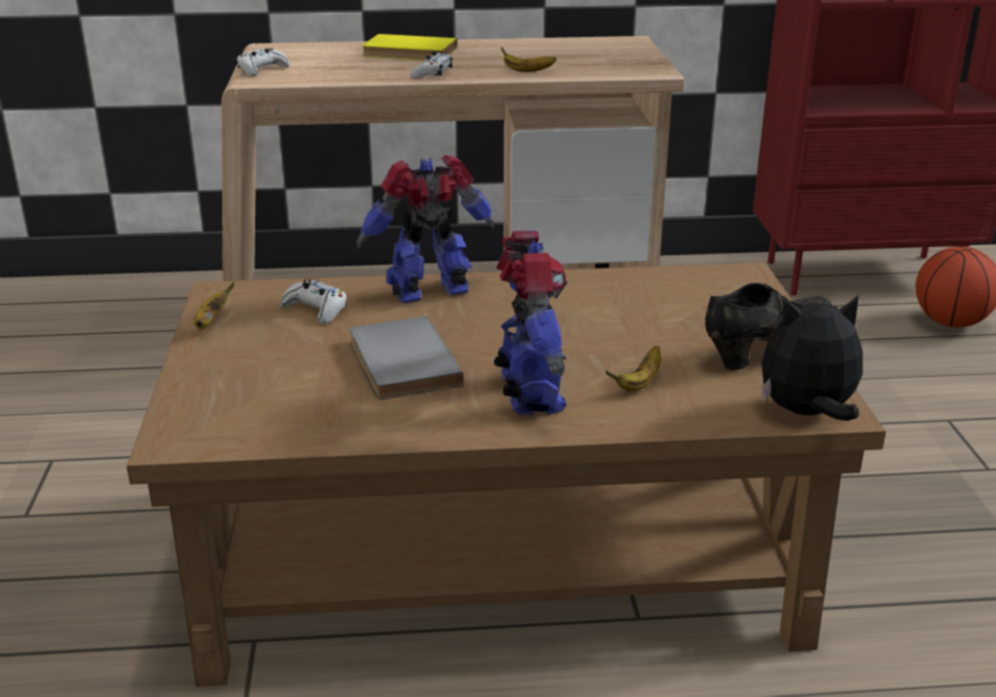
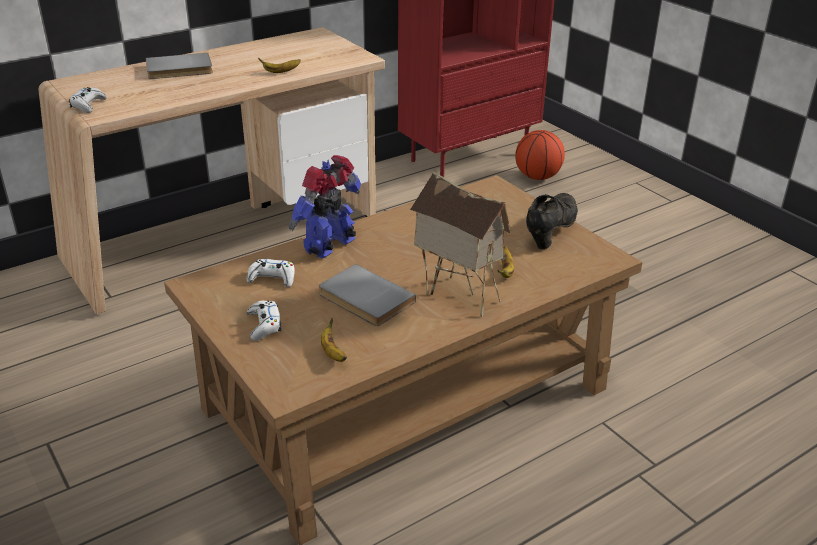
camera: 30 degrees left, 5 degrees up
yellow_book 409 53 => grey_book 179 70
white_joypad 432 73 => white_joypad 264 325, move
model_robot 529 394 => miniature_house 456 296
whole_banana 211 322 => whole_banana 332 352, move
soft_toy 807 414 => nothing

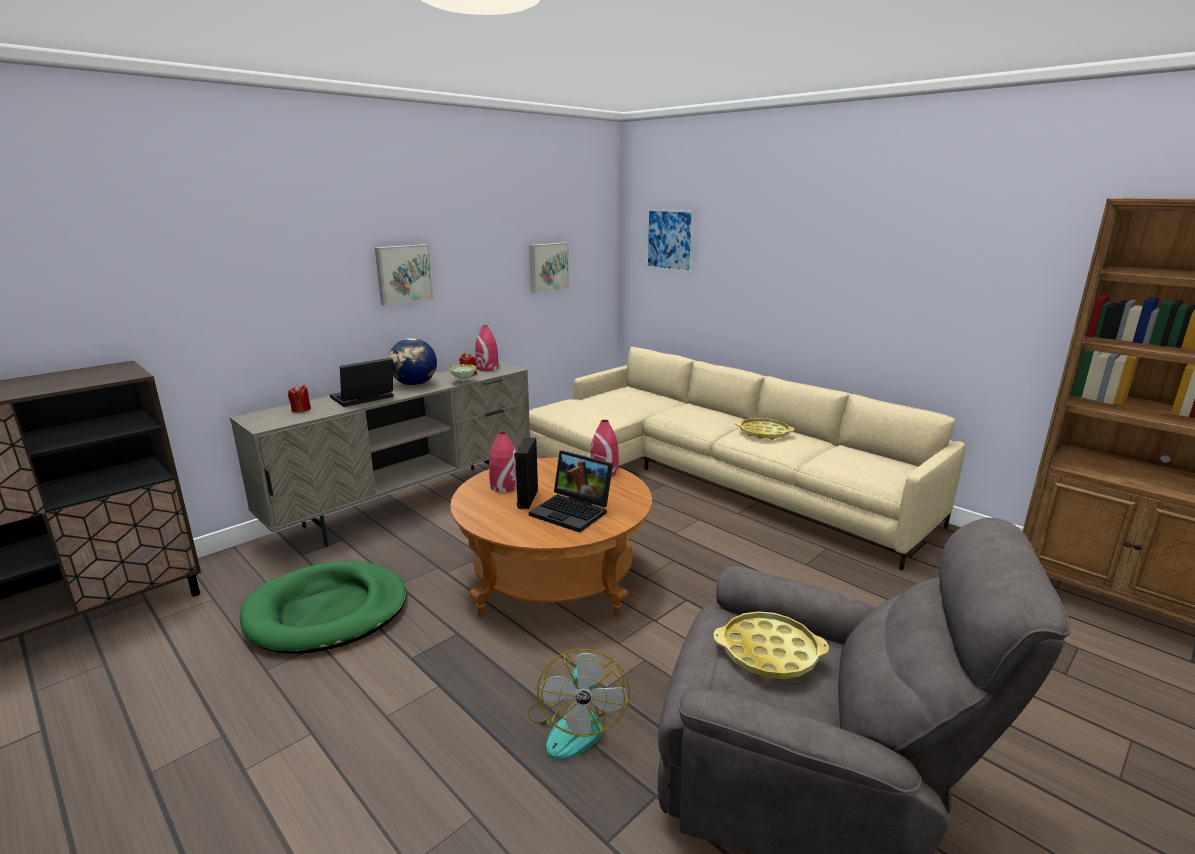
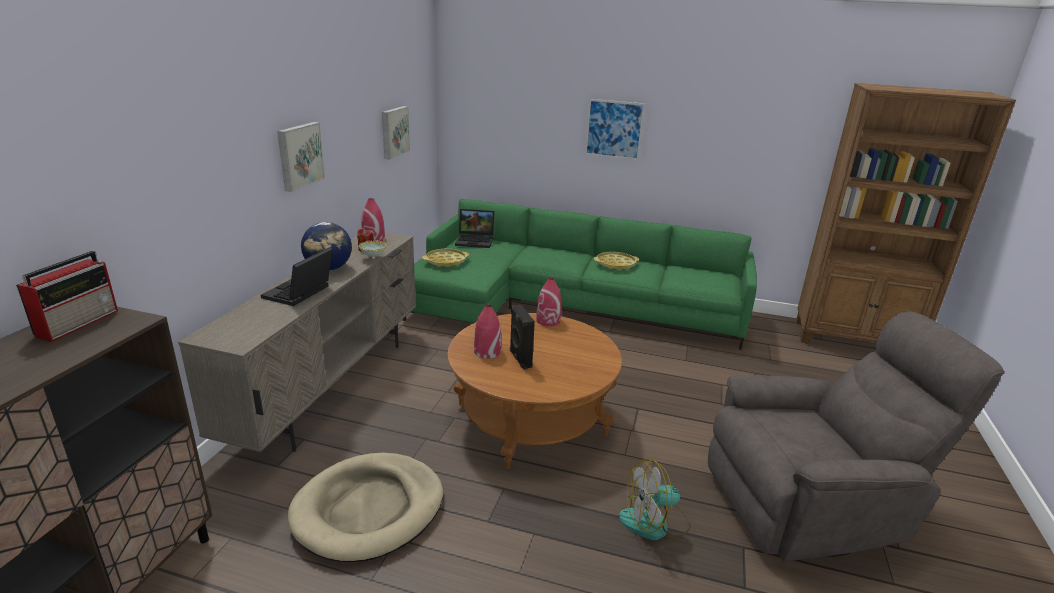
camera: 30 degrees left, 5 degrees up
wall_art 669 240 => wall_art 614 129, move
beige_sofa 709 478 => green-coloured_sofa 564 307
reddish_wax_candle 301 410 => nothing
laptop 573 511 => laptop 476 241, move
green-coloured_dog_bed 327 612 => beige_dog_bed 369 510
yellow_carrying_tray 769 652 => yellow_carrying_tray 446 261, move
fan 575 724 => fan 654 523, 105 degrees clockwise
nothing => radio_receiver 79 322

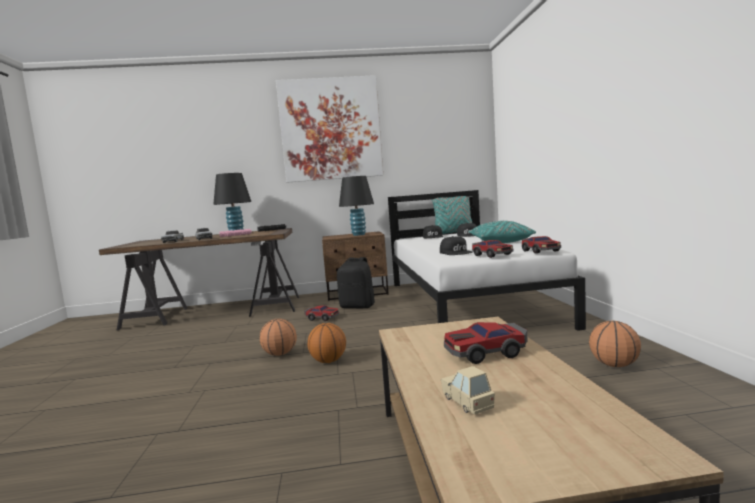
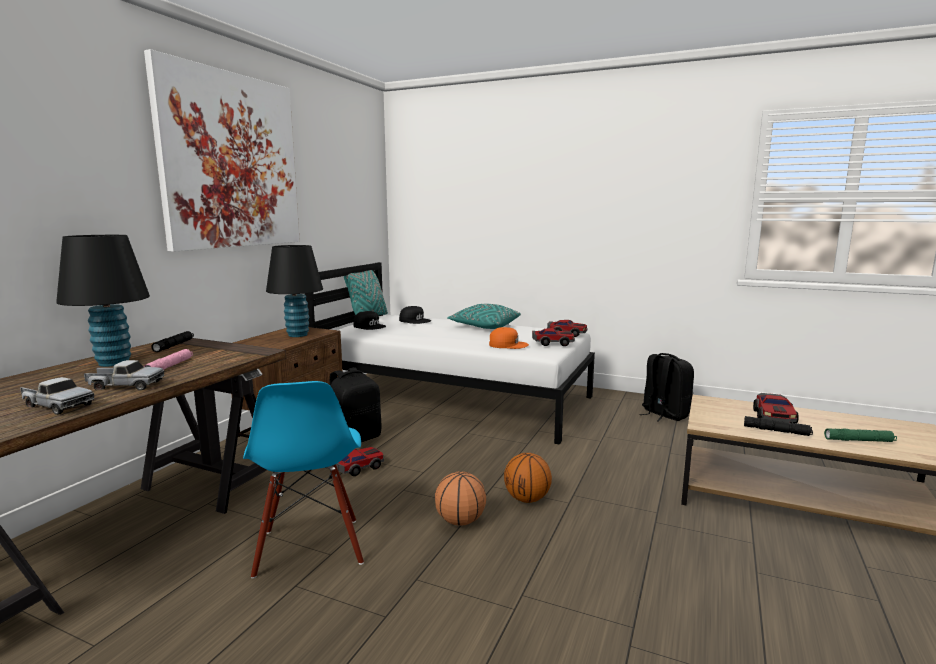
camera: 60 degrees left, 5 degrees up
black-coloured_baseball_cap 456 252 => orange-coloured_baseball_cap 508 344
basketball_ball 614 365 => black-coloured_knapsack 664 414
beige_miniature_car 467 402 => green-coloured_torch 859 440
nothing => blue-coloured_plain_chair 310 547
nothing => black-coloured_torch 776 431

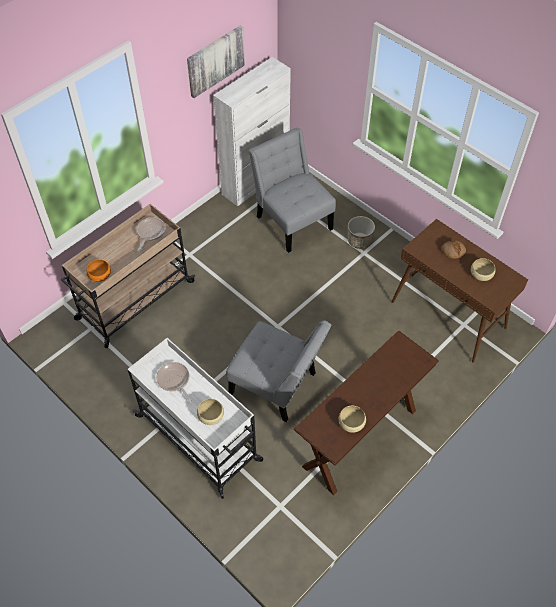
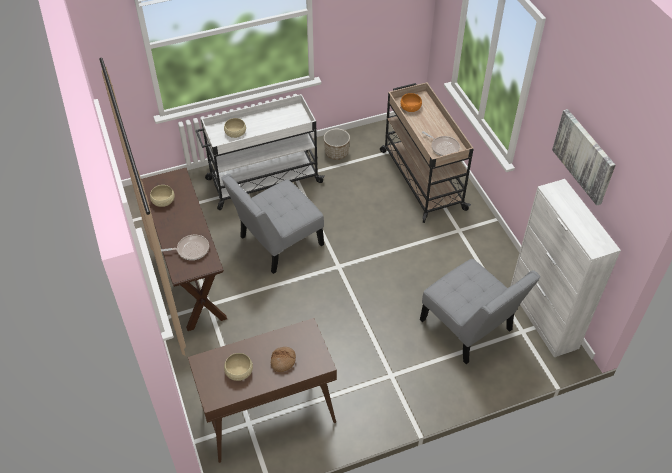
camera: 115 degrees right, 5 degrees down
grey_plain_chair 292 220 => grey_plain_chair 469 329, 60 degrees clockwise
plant_pot 359 241 => plant_pot 336 153, move
frying_pan 174 380 => frying_pan 191 249, move

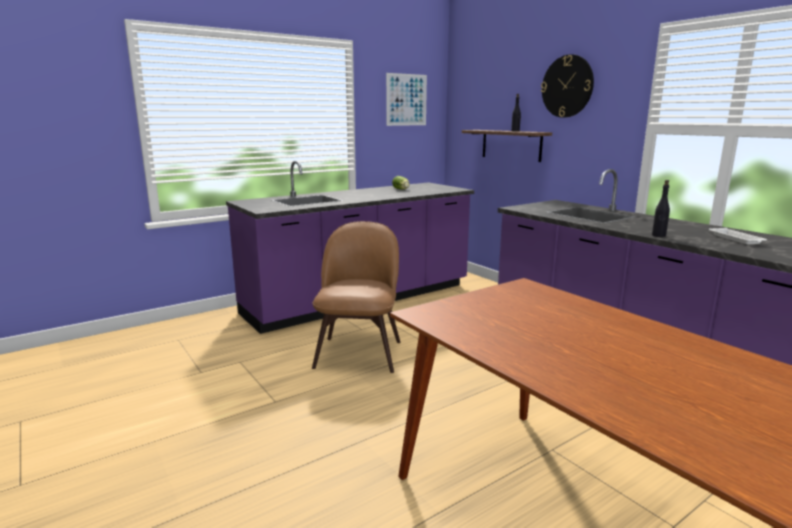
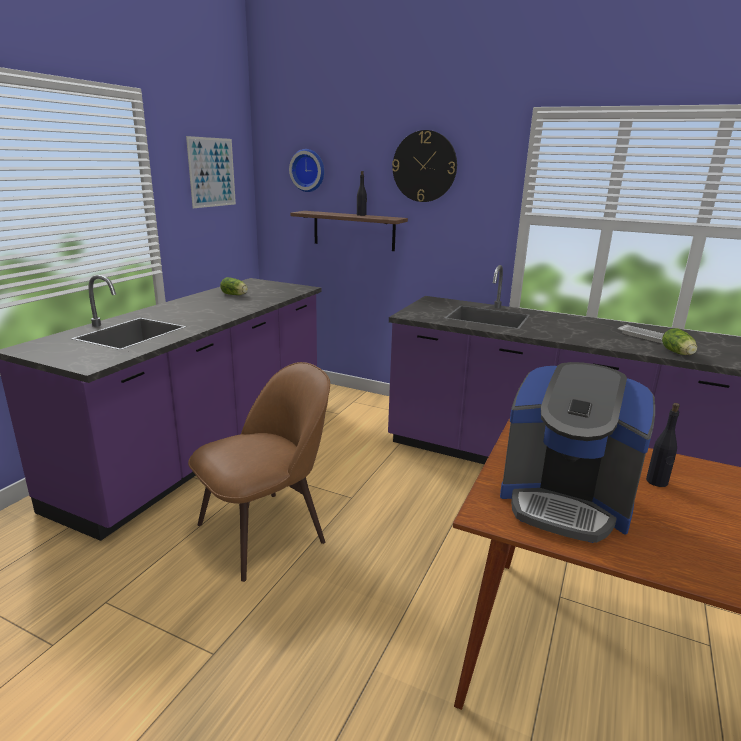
camera: 30 degrees left, 5 degrees up
black-coloured_beverage_bottle 658 235 => black-coloured_beverage_bottle 657 482, move
brown_plain_chair 359 352 => brown_plain_chair 266 530, 75 degrees clockwise
nothing => wall_clock 308 170
nothing => lettuce_head 678 353
nothing => coffee_machine 565 502

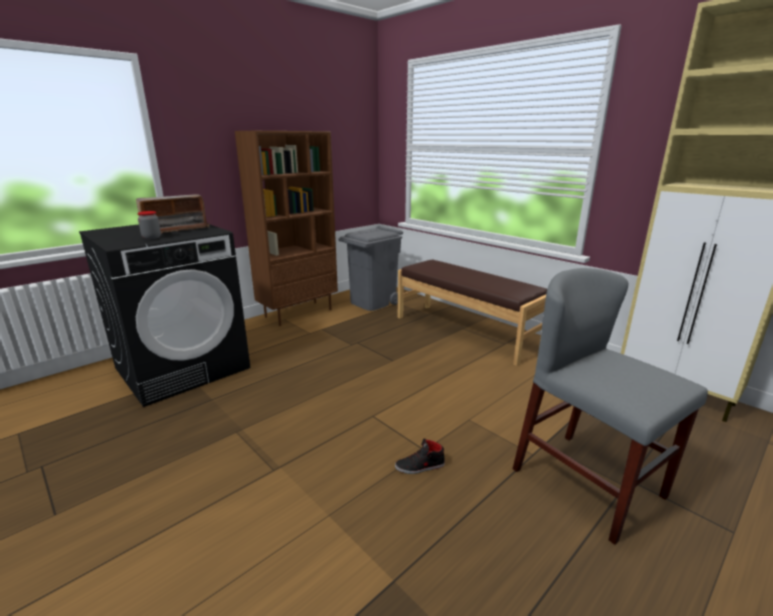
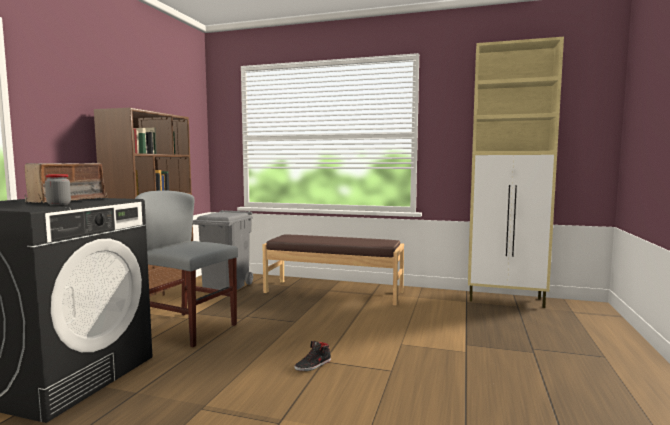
camera: 30 degrees left, 15 degrees down
grey_plain_chair 587 483 => grey_plain_chair 188 329, move
black-coloured_item_of_footwear 420 466 => black-coloured_item_of_footwear 313 365, move

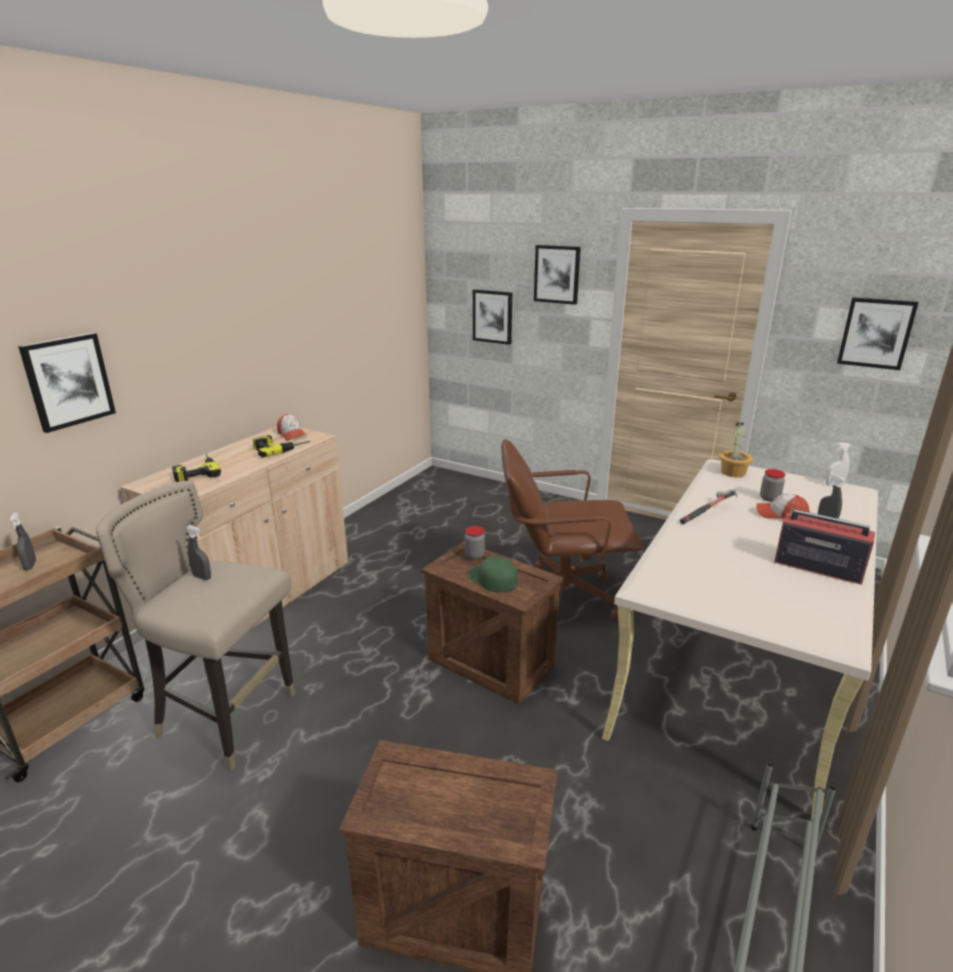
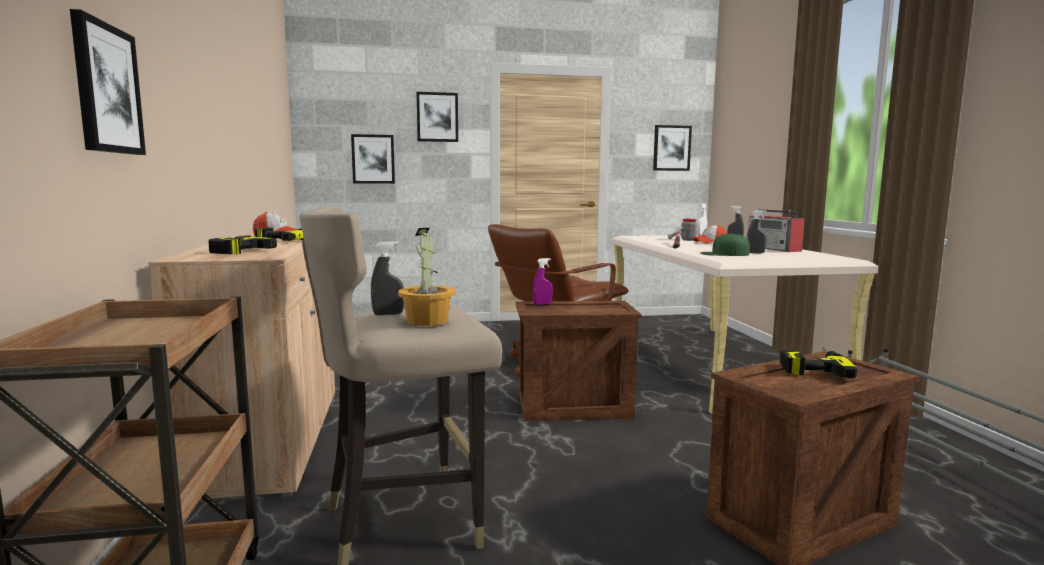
camera: 40 degrees left, 15 degrees down
houseplant 733 473 => houseplant 427 321, move
radio_receiver 816 567 => radio_receiver 774 249, 105 degrees counterclockwise
grey_spray_bottle 30 566 => grey_spray_bottle 755 253, move
preserve_jar 474 555 => purple-coloured_spray_bottle 542 304
green-coloured_baseball_cap 492 579 => green-coloured_baseball_cap 724 254, move
nothing => power_drill 811 366

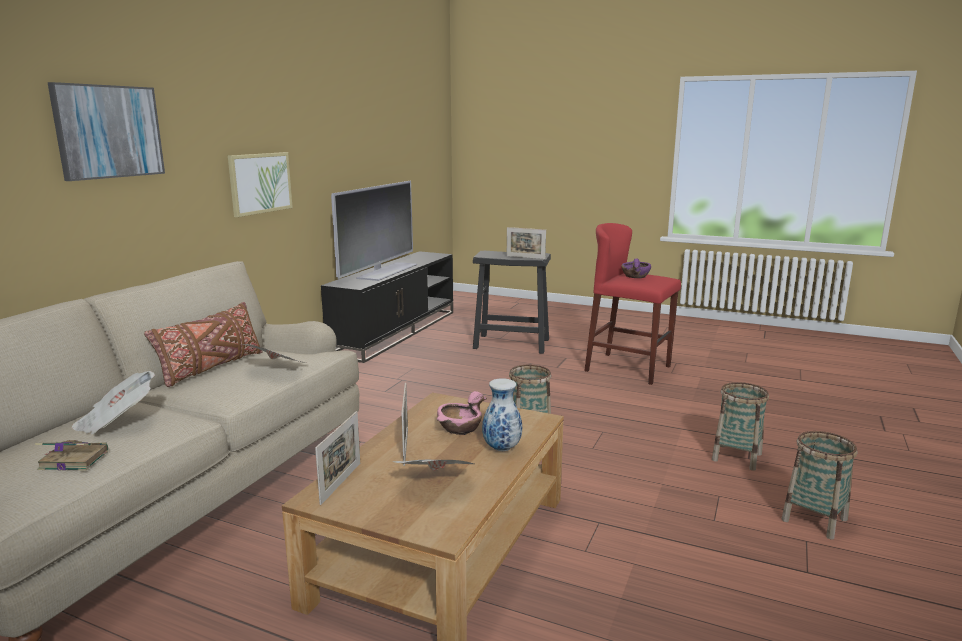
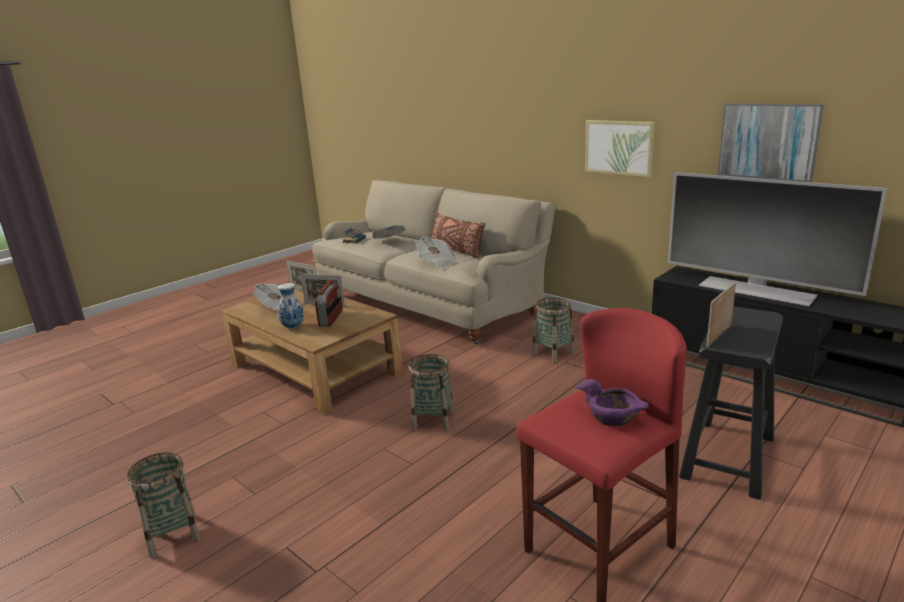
camera: 110 degrees right, 5 degrees up
wall_art 108 131 => wall_art 768 141, move
basket 736 457 => basket 553 353, move
pink_deep_dish 460 428 => radio_receiver 331 318

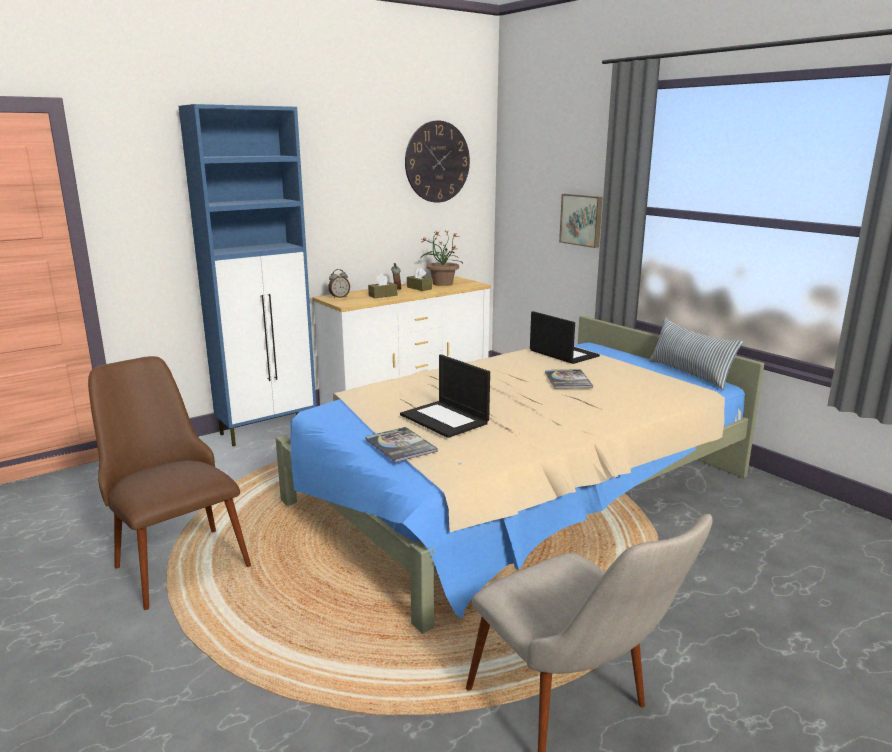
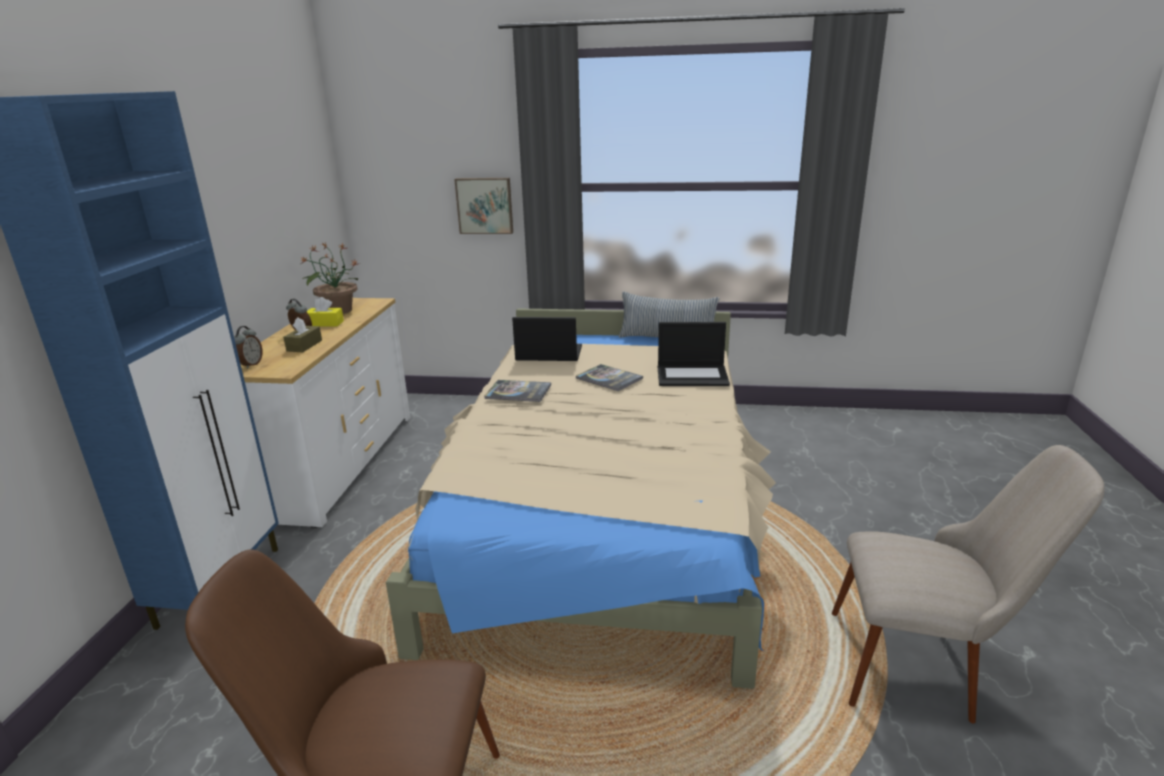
camera: 45 degrees left, 5 degrees up
wall_clock 437 162 => nothing
brown_tissue_box 419 288 => yellow_tissue_box 325 323
laptop 445 419 => laptop 693 376, move
book 400 445 => book 518 392, move

